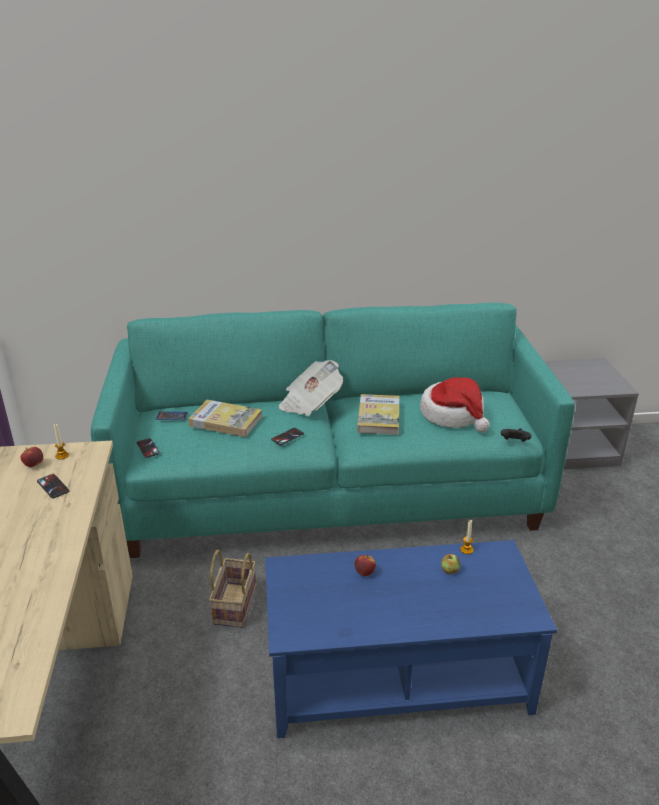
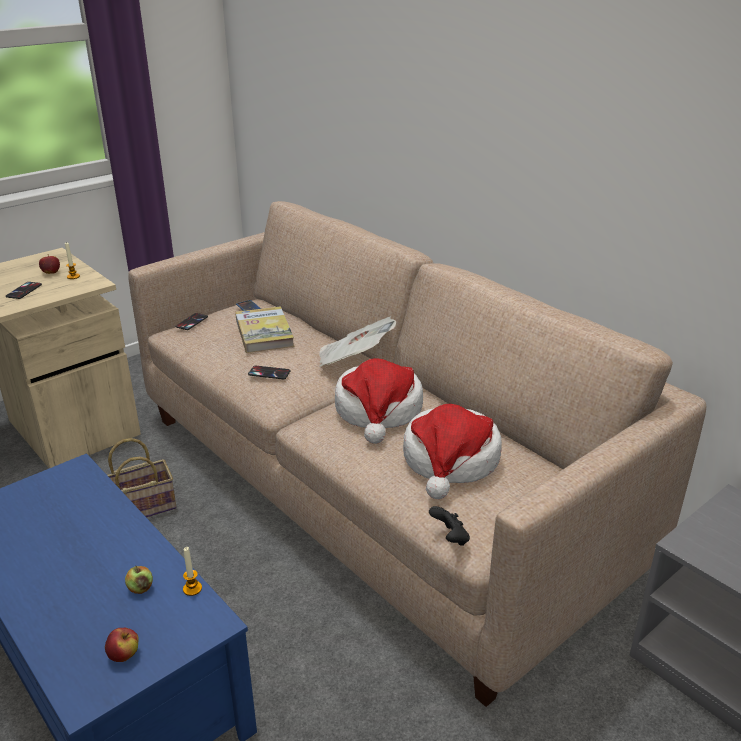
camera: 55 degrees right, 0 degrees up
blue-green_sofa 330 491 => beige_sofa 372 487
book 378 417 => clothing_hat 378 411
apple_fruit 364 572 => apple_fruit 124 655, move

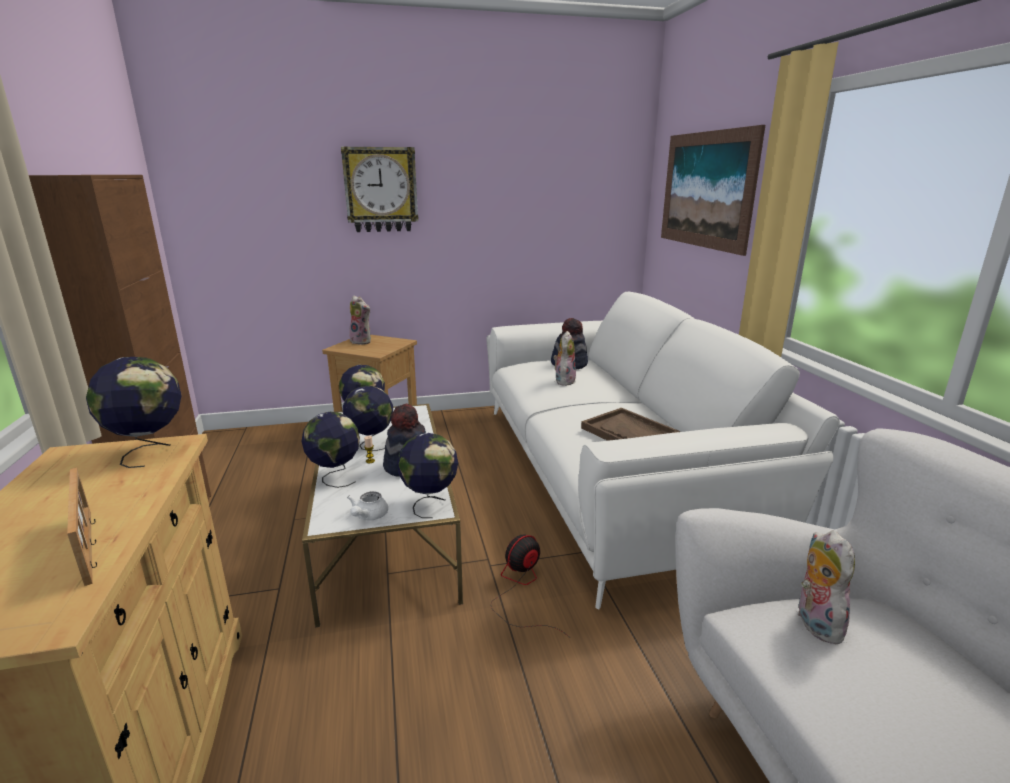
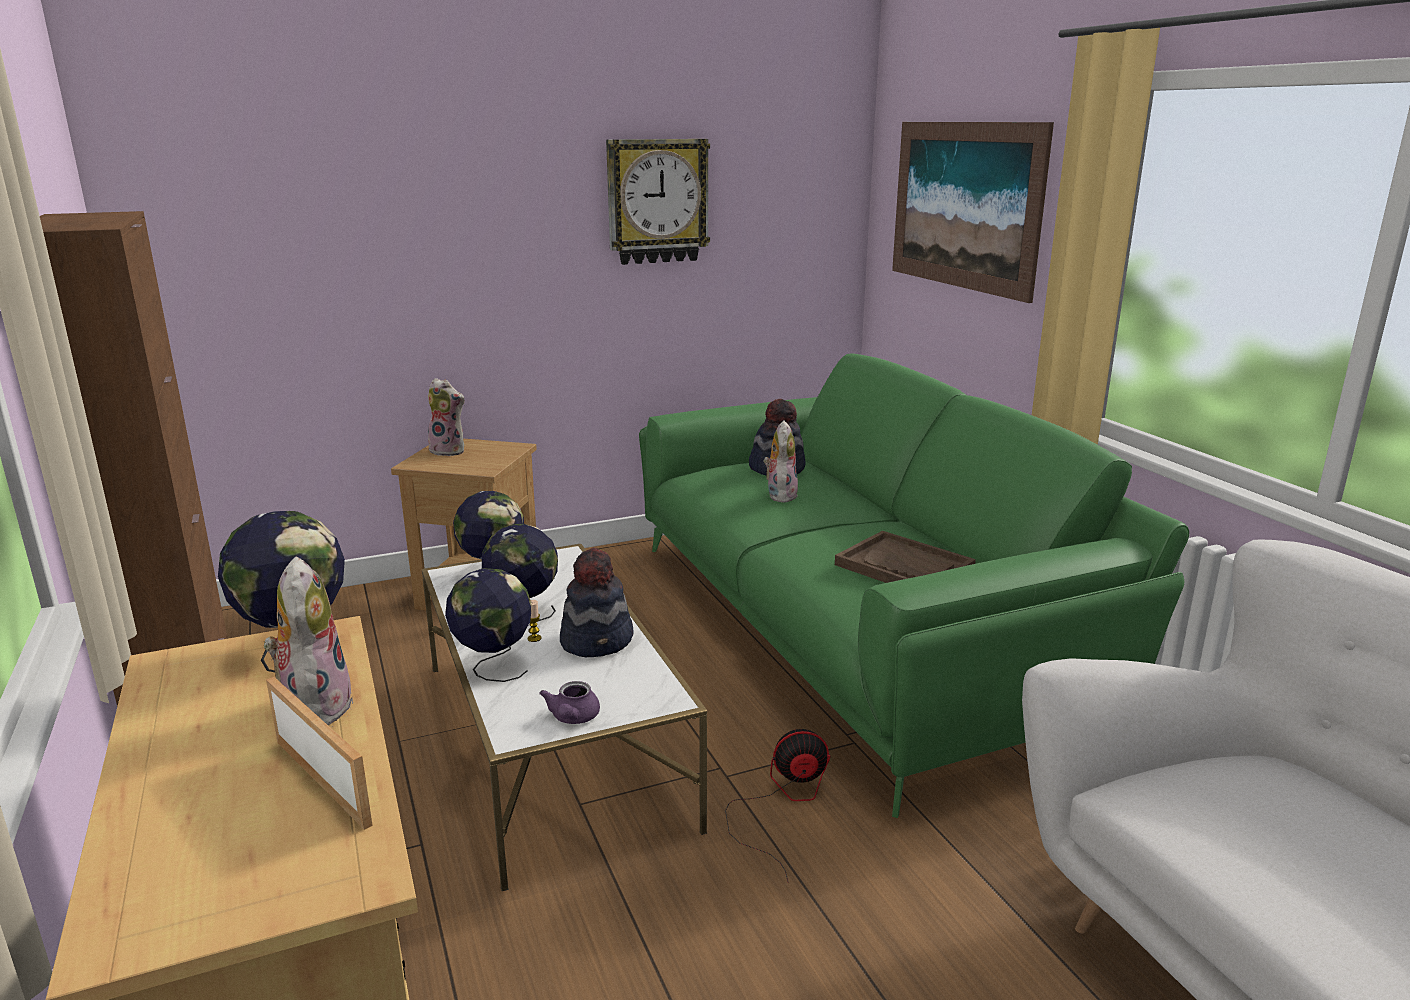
camera: 10 degrees left, 0 degrees up
wall_clock 381 190 => wall_clock 657 201, move
white_sofa 609 475 => green-coloured_sofa 855 630
world_globe 430 504 => nothing
white_teapot 368 516 => purple-coloured_teapot 572 718
soft_toy 814 622 => soft_toy 315 706, move
fan 521 589 => fan 783 803, 45 degrees clockwise

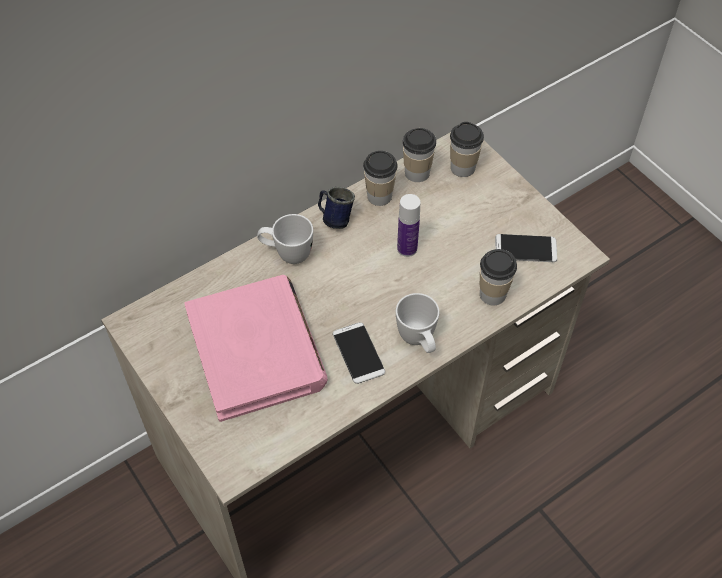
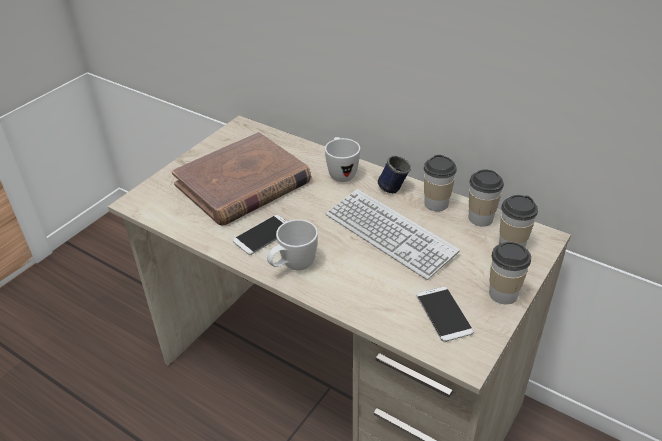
camera: 70 degrees right, 15 degrees down
beverage_bottle 407 248 => PC_keyboard 389 234
small_cup 492 294 => small_cup 503 294, move
pink_book 256 350 => brown_book 243 183

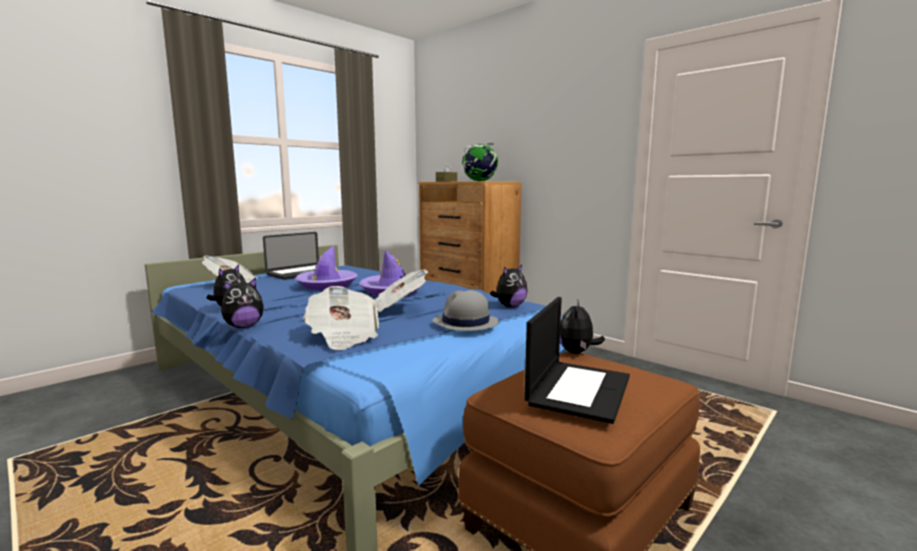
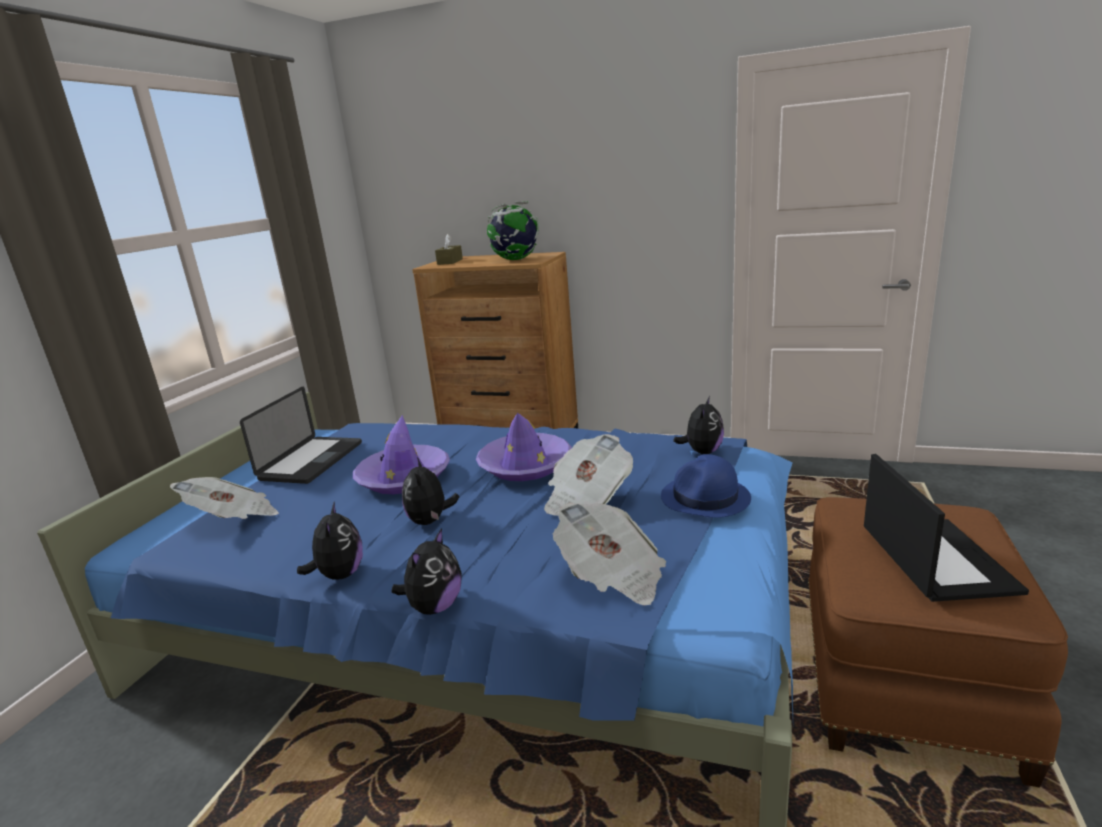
camera: 25 degrees left, 10 degrees up
grey_clothing_hat 465 323 => blue-coloured_clothing_hat 705 498
soft_toy 577 352 => soft_toy 430 521, move

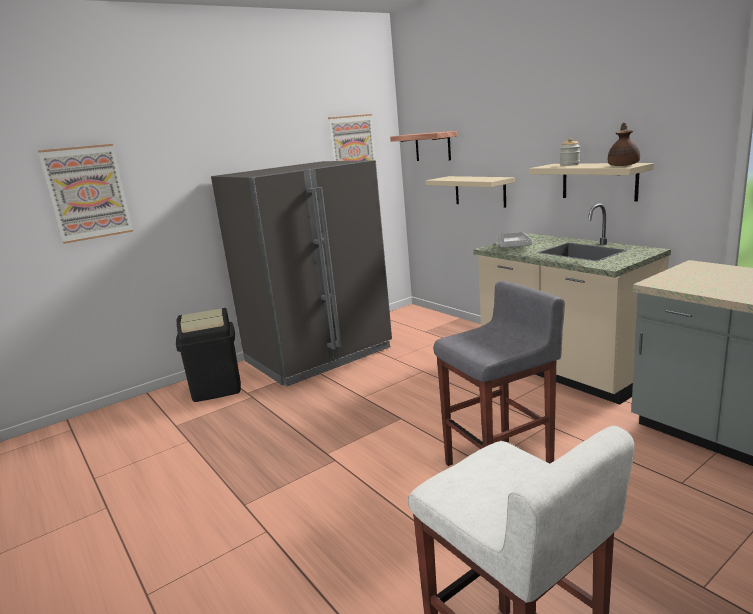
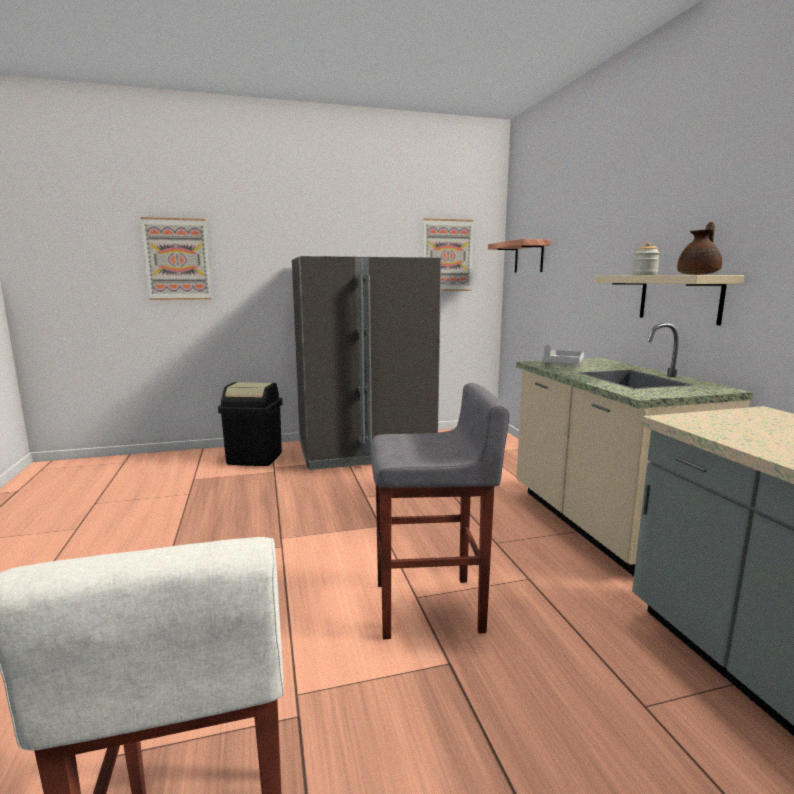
camera: 20 degrees right, 5 degrees down
beige_bracket_shelf 480 191 => nothing

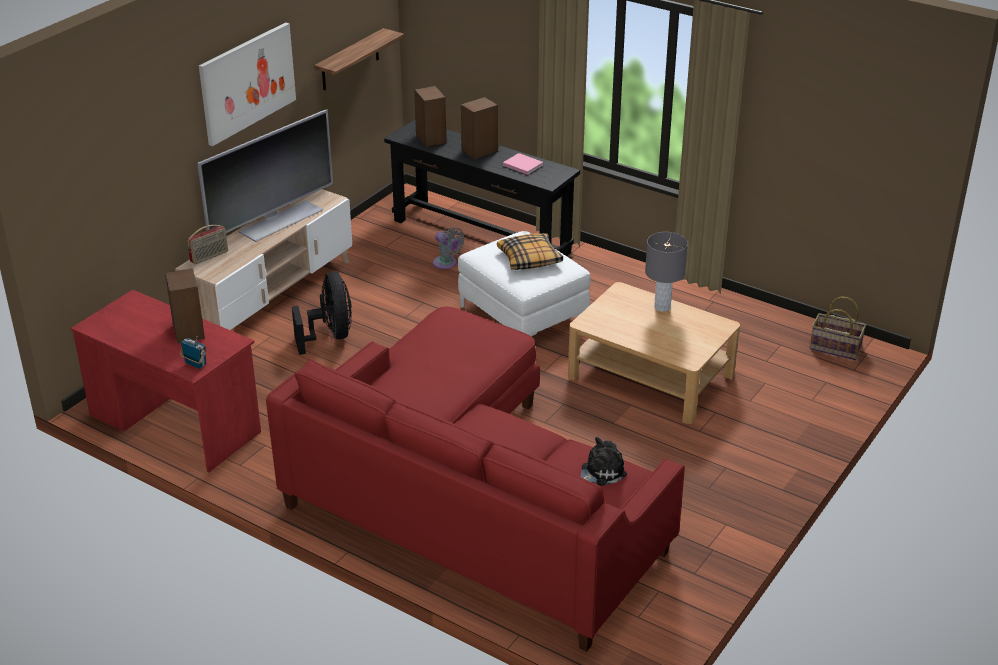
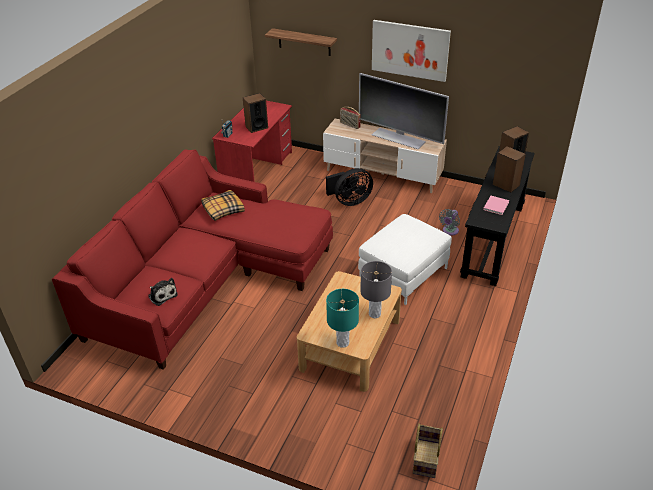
camera: 80 degrees right, 5 degrees up
bracket_shelf 350 60 => bracket_shelf 304 42, move
cushion 529 259 => cushion 223 209, move
nothing => blue-green_lamp_for_a_table 342 342

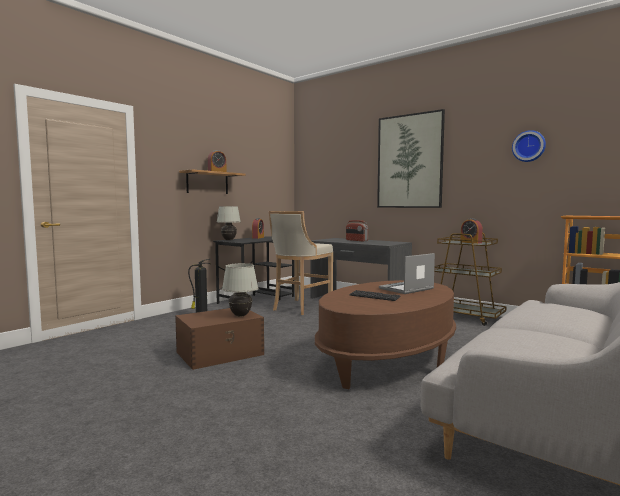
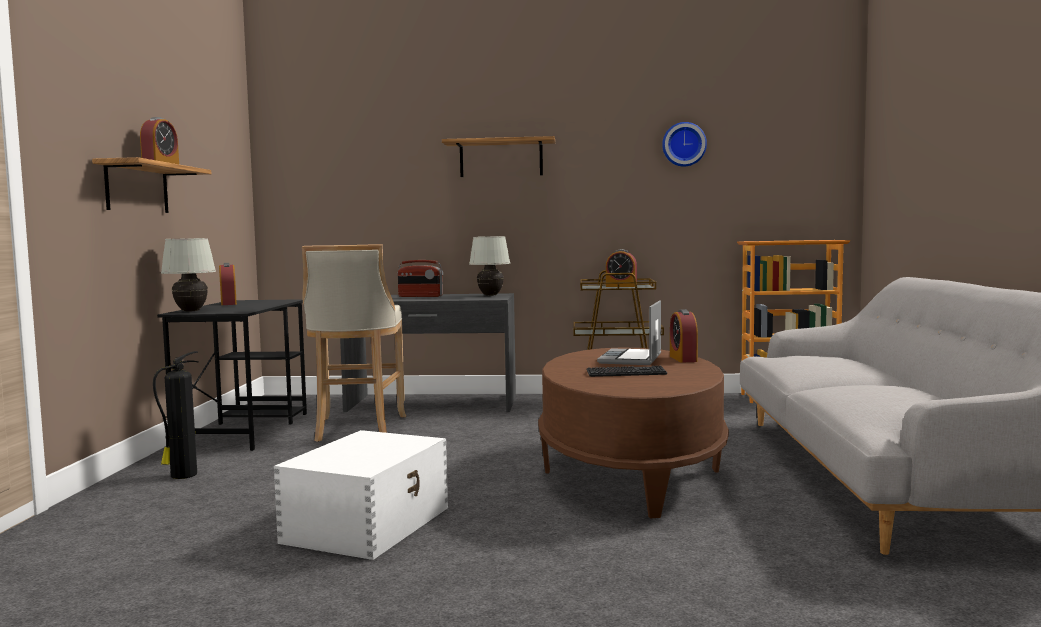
camera: 35 degrees left, 0 degrees up
wall_art 409 161 => bracket_shelf 501 158
white_lamp_for_a_table 240 315 => white_lamp_for_a_table 490 295, move
brown_storage_bin 221 353 => white_storage_bin 369 524
nothing => bedside_clock 683 359

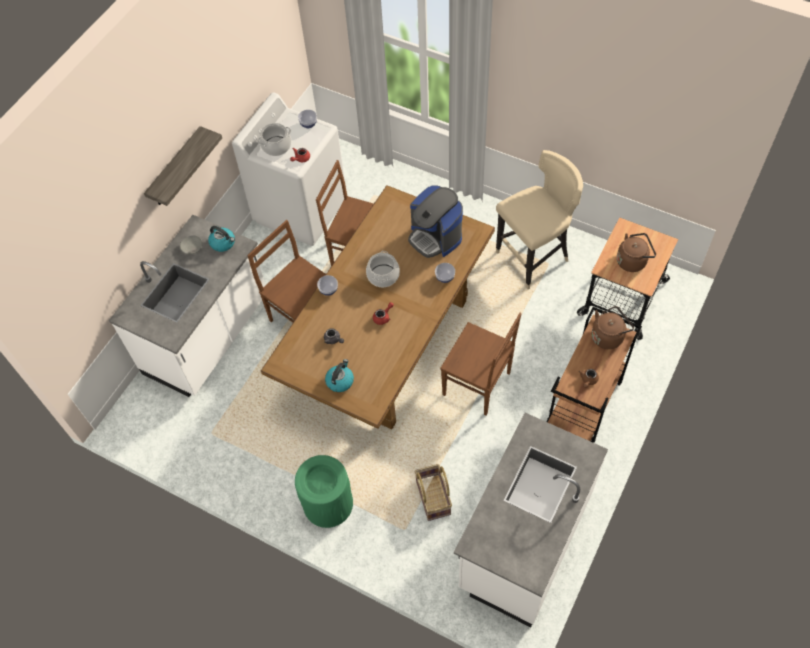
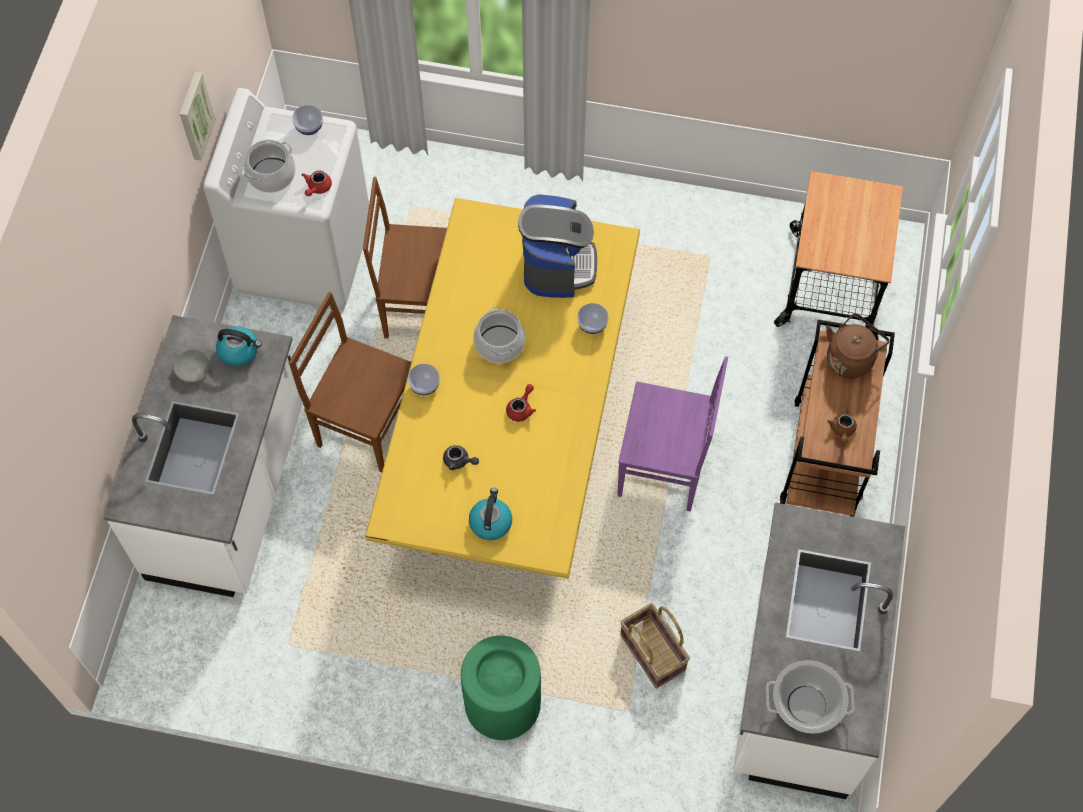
camera: 20 degrees left, 5 degrees up
bracket_shelf 176 169 => nothing
beige_sitting_stool 533 259 => nothing
brown_kitchen_table 387 343 => yellow_kitchen_table 509 438
coffee_machine 435 237 => coffee_machine 557 265, 120 degrees counterclockwise
brown_tea_kettle 633 261 => nothing
brown_plain_chair 478 384 => purple-coloured_plain_chair 664 467
nothing => wall_art 194 116
nothing => saucepot 806 705

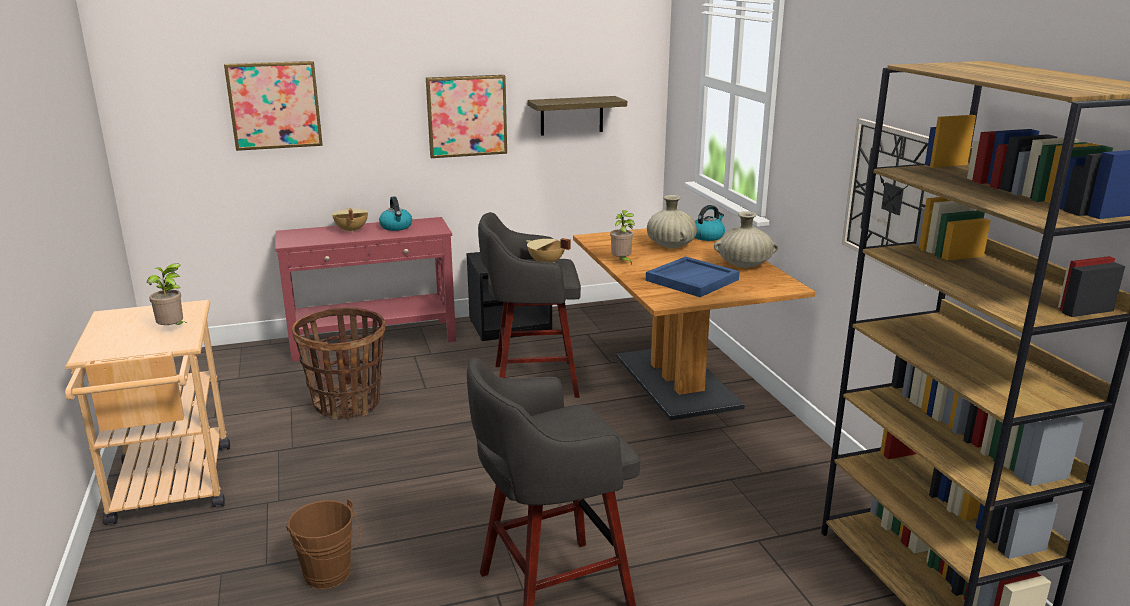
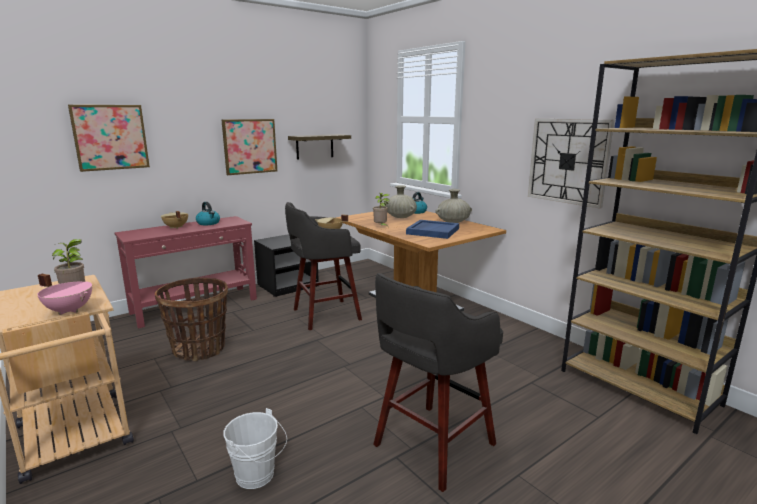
camera: 20 degrees left, 5 degrees down
brown_pail 330 576 => white_pail 258 476
nothing => pink_saucepot 70 310

